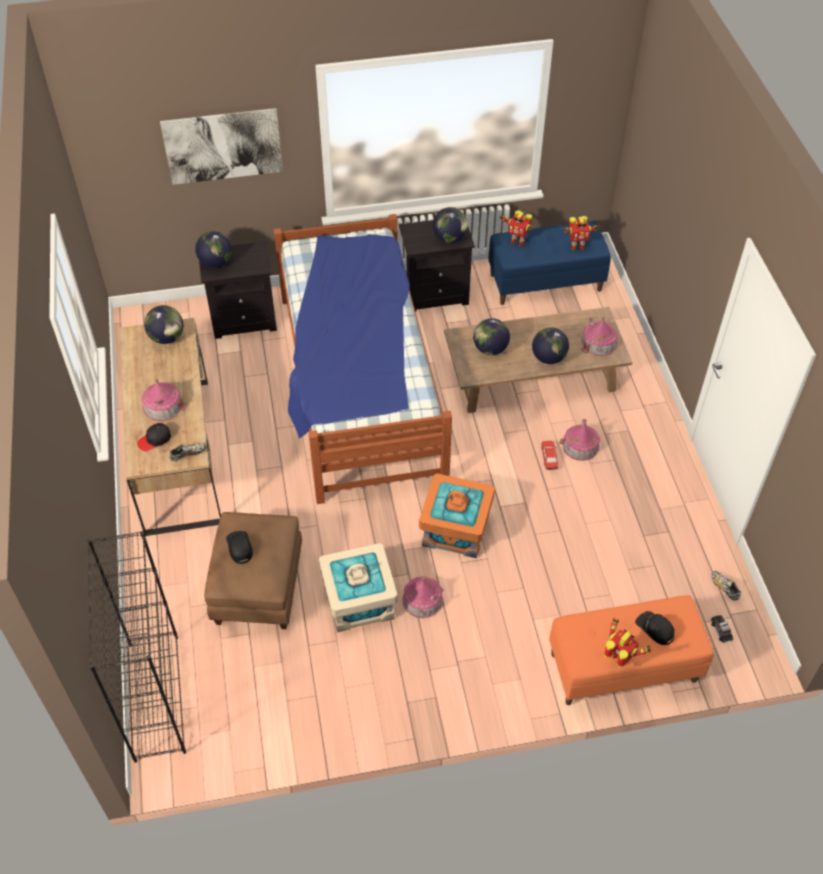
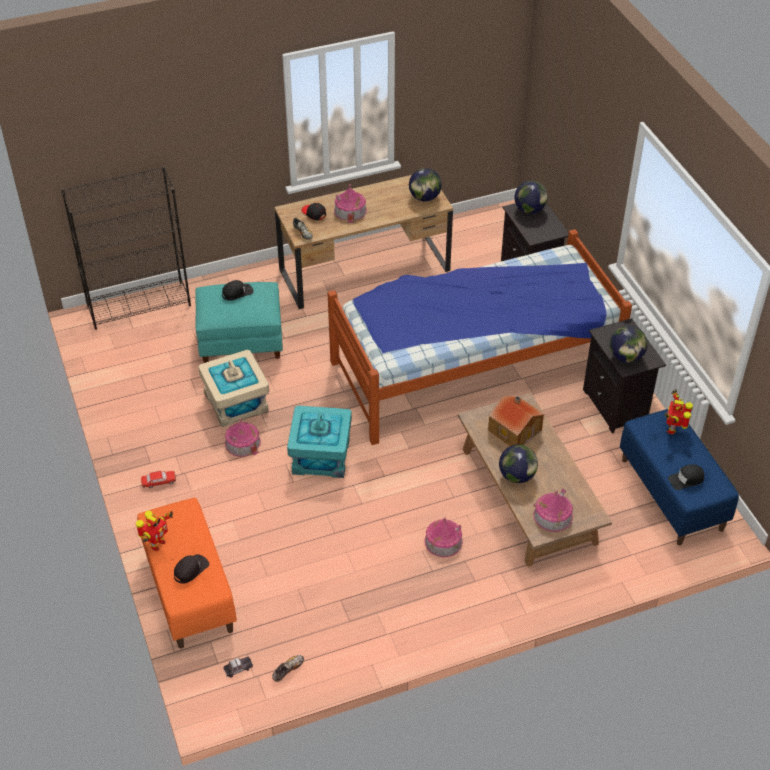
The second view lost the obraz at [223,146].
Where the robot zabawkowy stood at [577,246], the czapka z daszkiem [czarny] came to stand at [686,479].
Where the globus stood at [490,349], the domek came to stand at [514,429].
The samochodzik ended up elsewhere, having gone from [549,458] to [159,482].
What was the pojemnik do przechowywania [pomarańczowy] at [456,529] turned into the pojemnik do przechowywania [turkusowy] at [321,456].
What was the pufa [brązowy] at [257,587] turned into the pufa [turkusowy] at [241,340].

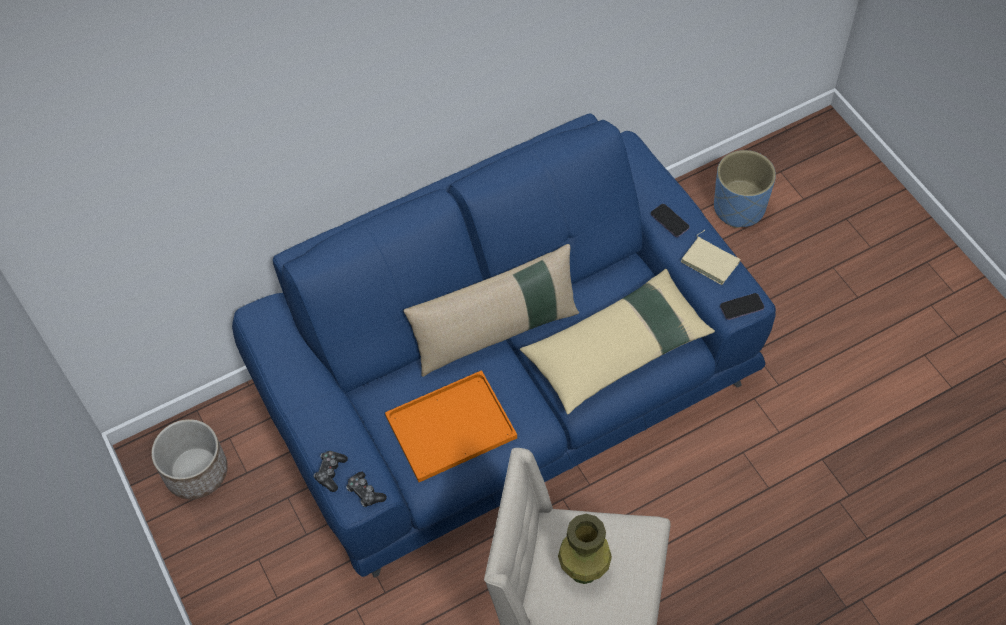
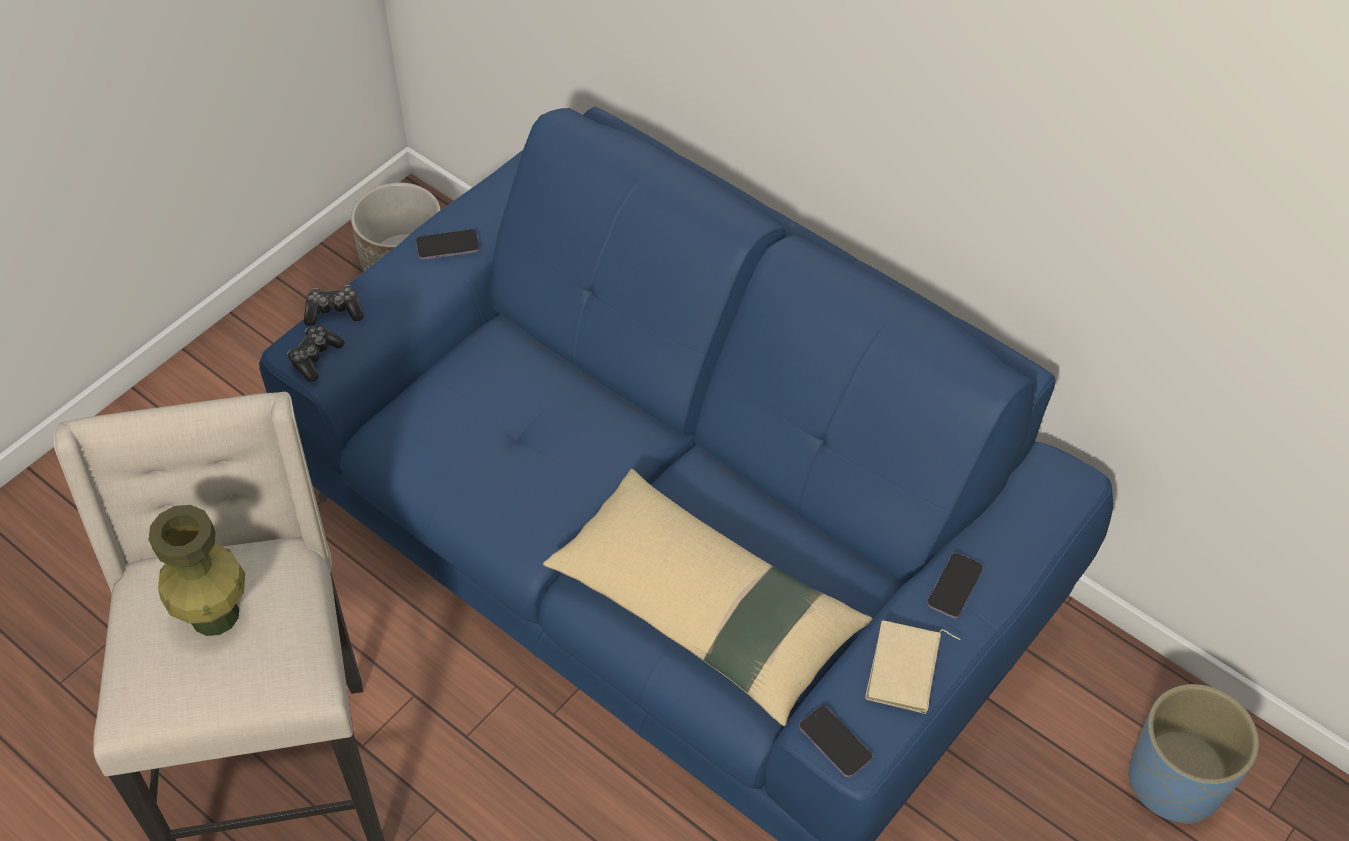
The second view lost the poduszka [beżowy] at [496,332].
The second view lost the taca [pomarańczowy] at [452,425].
The second view gained the telefon at [448,246].

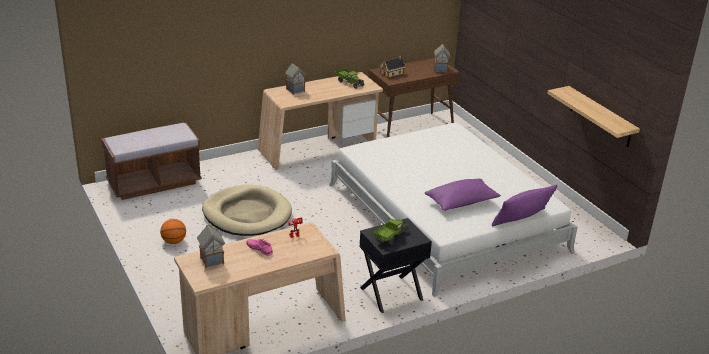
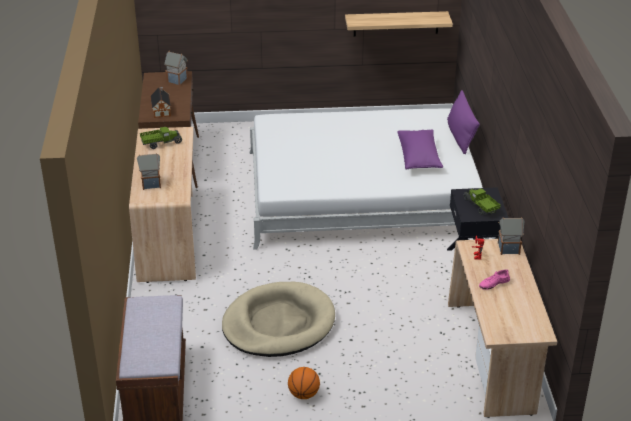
The domek ended up elsewhere, having gone from [211,260] to [508,248].

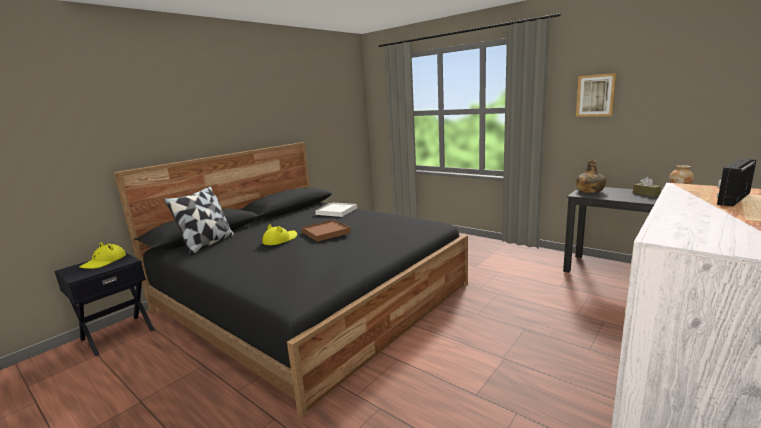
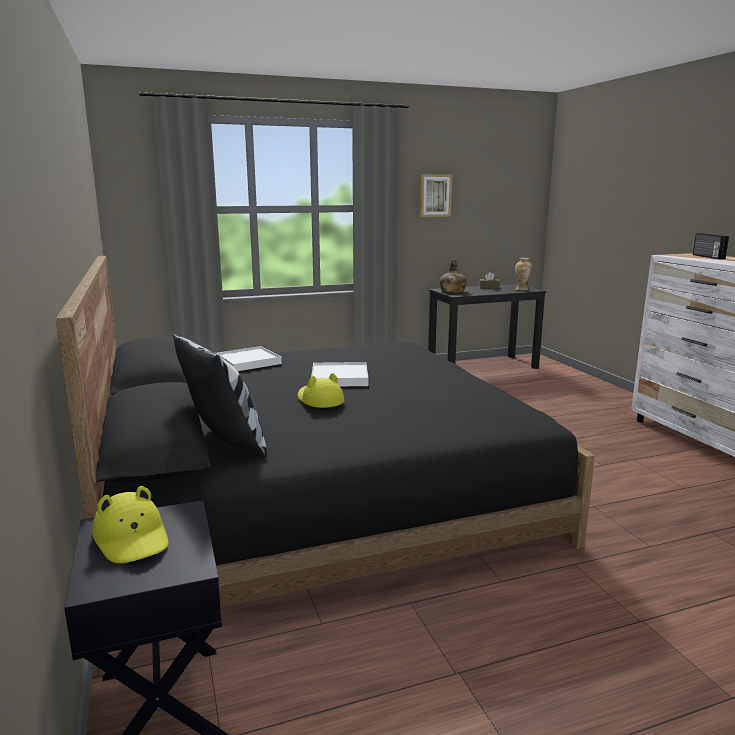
What was the taca [brązowy] at [326,232] turned into the taca [biały] at [339,378].

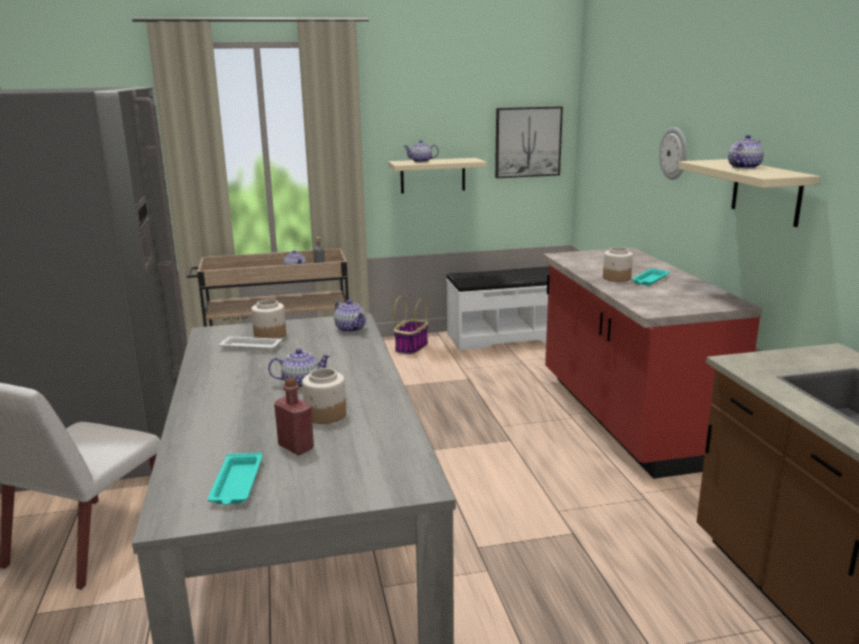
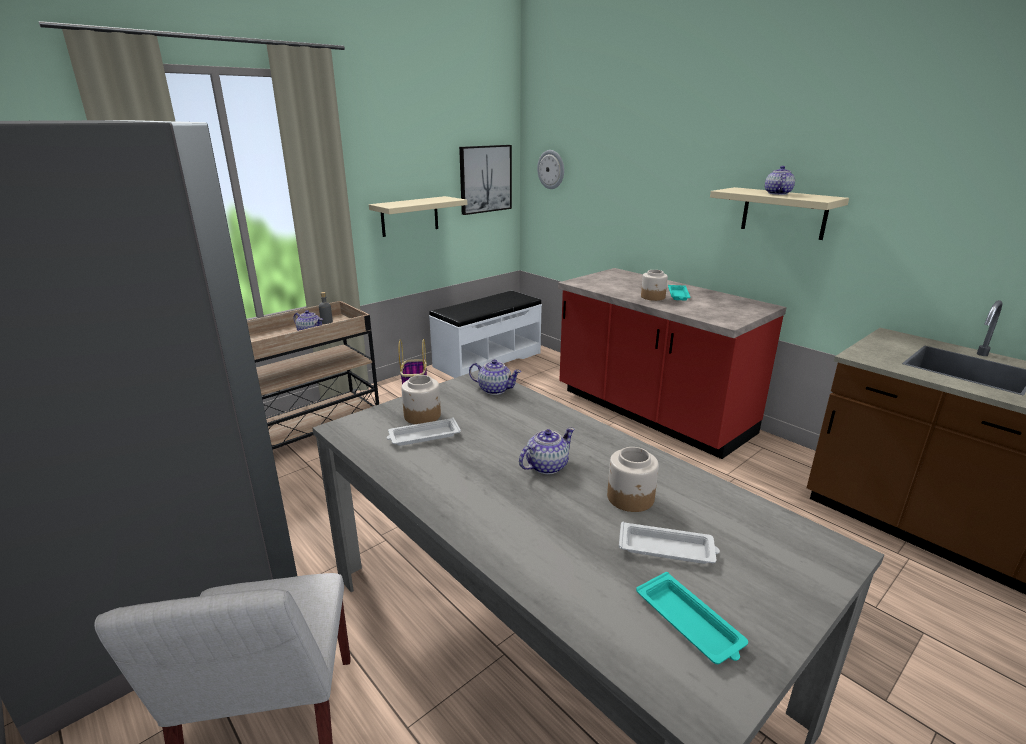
The zegar ścienny ended up elsewhere, having gone from [674,153] to [551,169].
The second view lost the imbryk at [421,161].
Where the butelka [czerwony] stood at [296,447], the taca [biały] came to stand at [667,549].

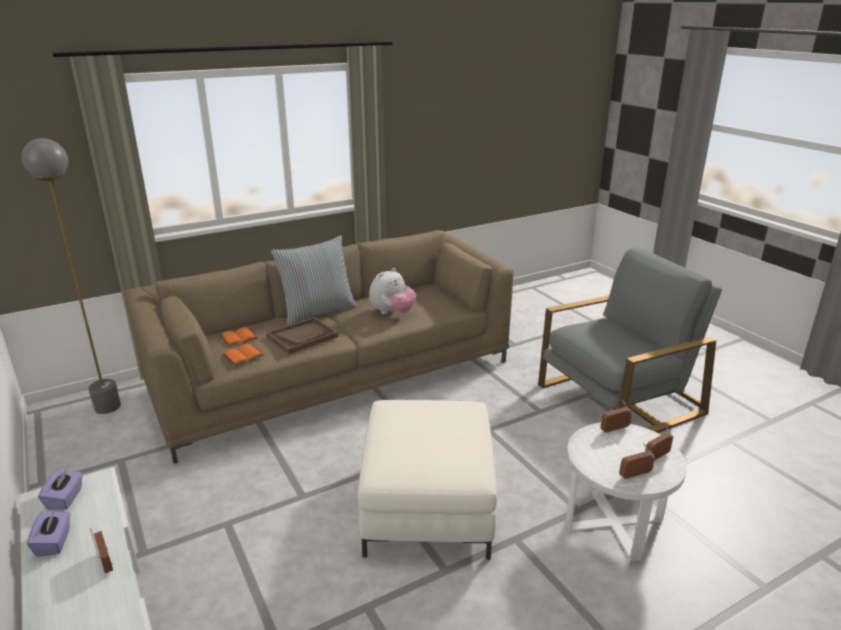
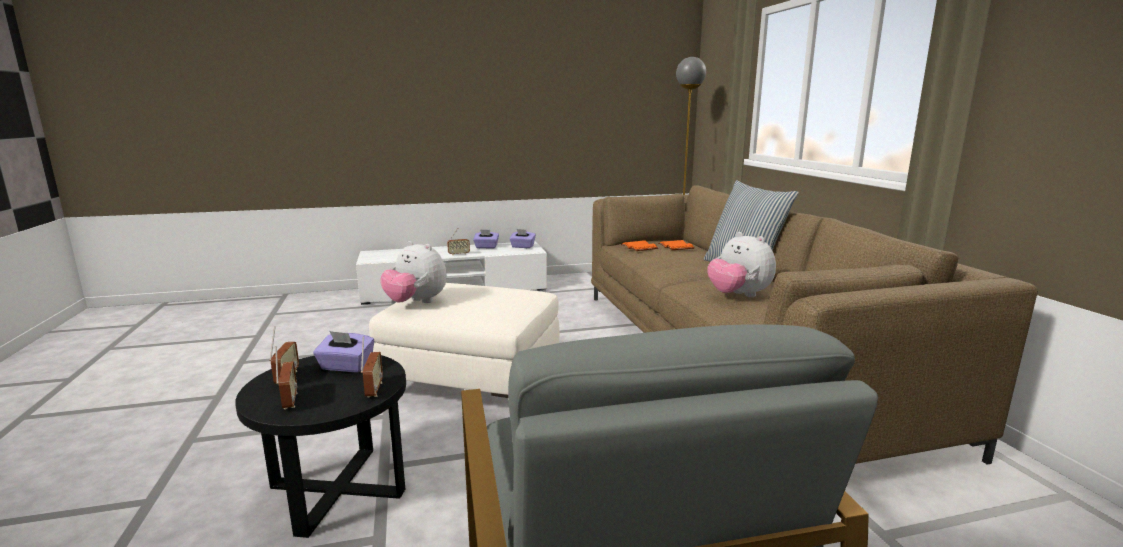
The second view lost the taca [brązowy] at [302,337].
What was the stolik [biały] at [614,523] turned into the stolik [czarny] at [337,489].
The second view gained the pluszak at [416,303].
The second view gained the pudełko chusteczek [fioletowy] at [346,366].

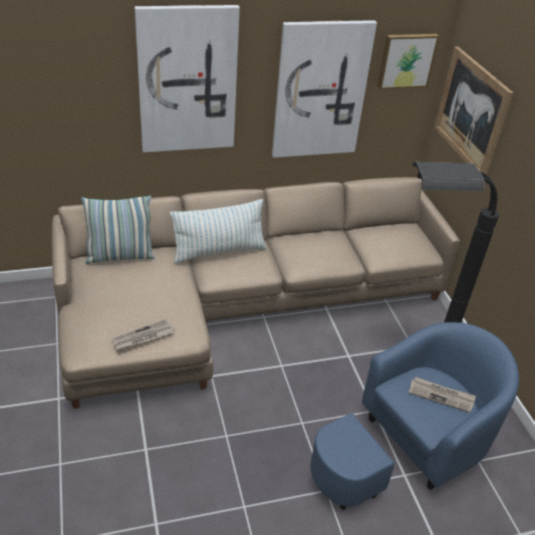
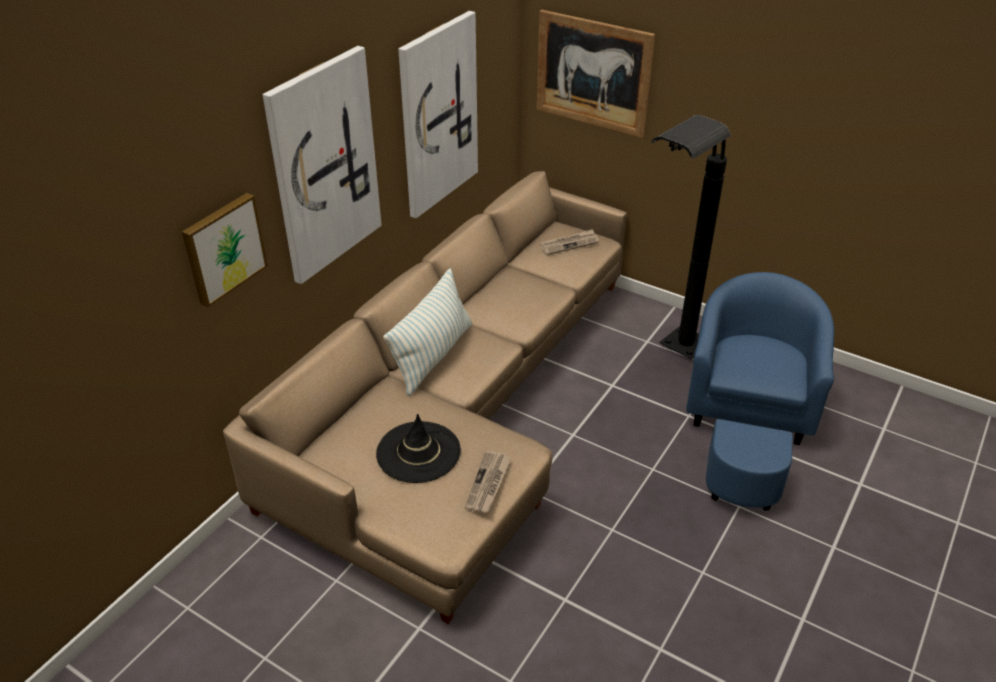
The obraz ended up elsewhere, having gone from [406,60] to [223,248].
The second view lost the poduszka at [120,256].
The gazeta ended up elsewhere, having gone from [441,395] to [569,244].
The second view gained the kapelusz [czarny] at [418,452].

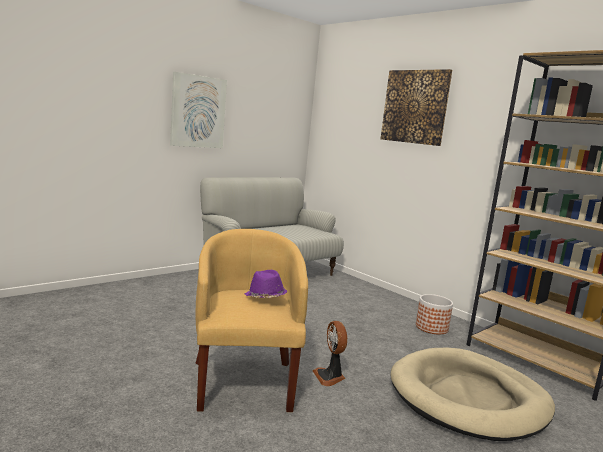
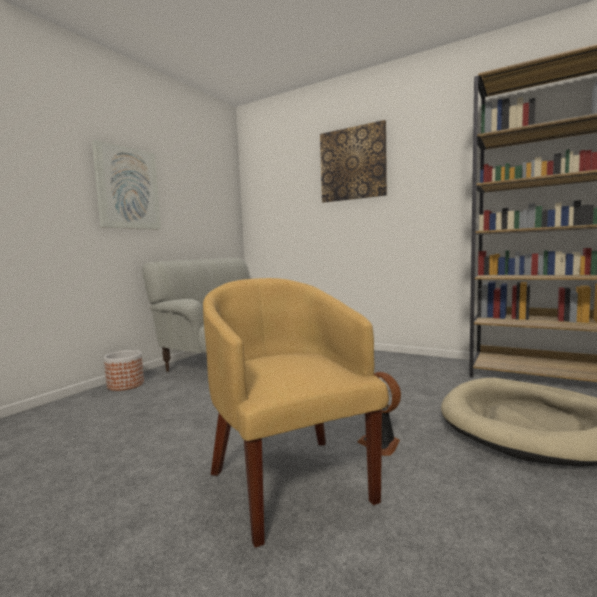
The second view lost the kapelusz [fioletowy] at [265,297].
The donica ended up elsewhere, having gone from [431,327] to [125,384].

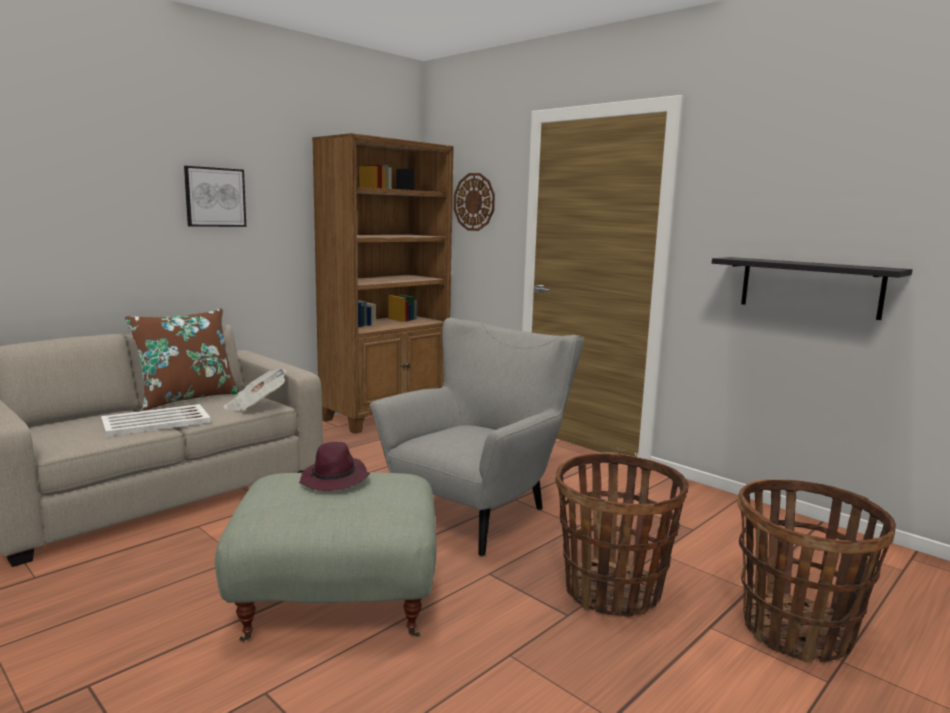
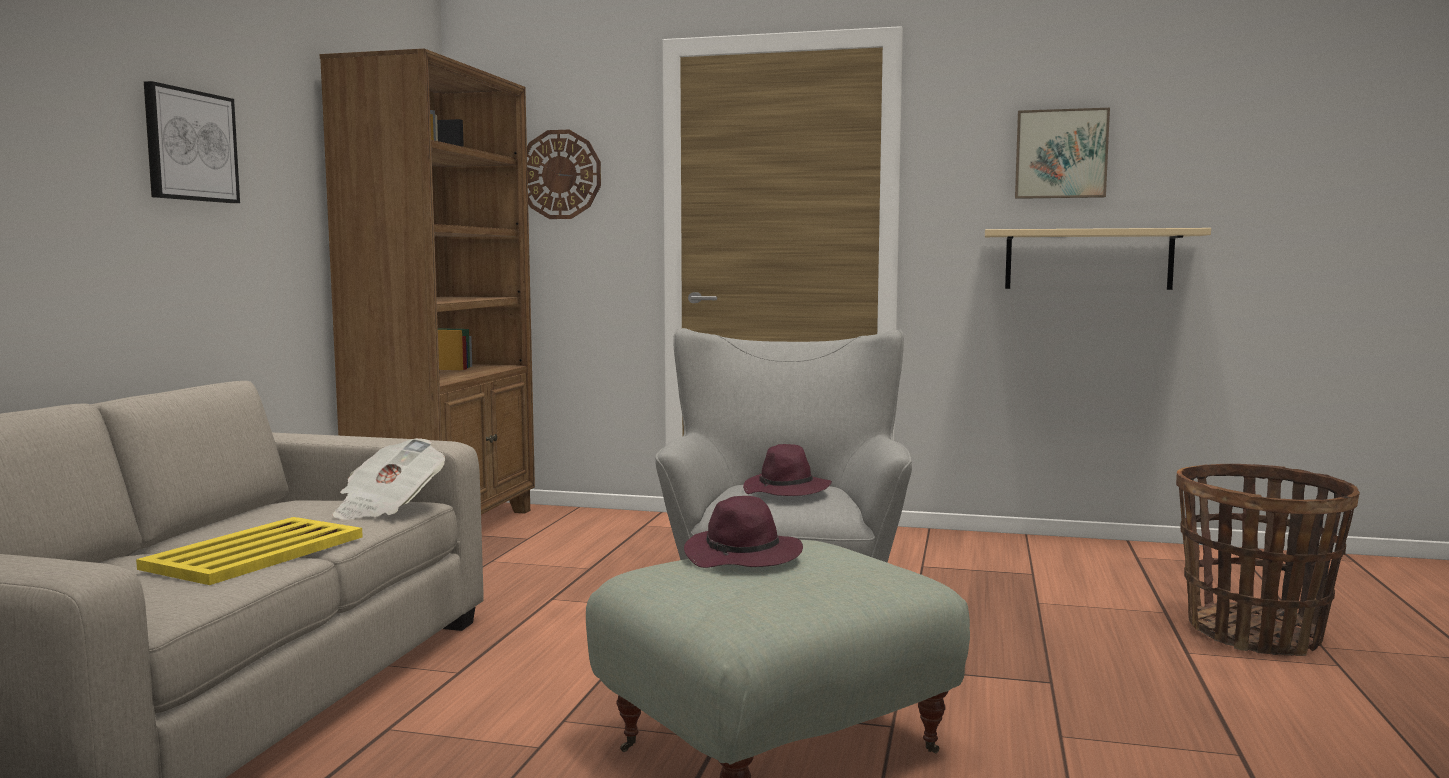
What was the półka [czarny] at [810,287] turned into the półka [beżowy] at [1088,259].
The second view lost the poduszka [brązowy] at [187,398].
What was the taca [biały] at [155,421] turned into the taca [żółty] at [253,553].
The second view lost the koszyk at [612,591].
The second view gained the obraz at [1061,154].
The second view gained the kapelusz [fioletowy] at [787,491].

